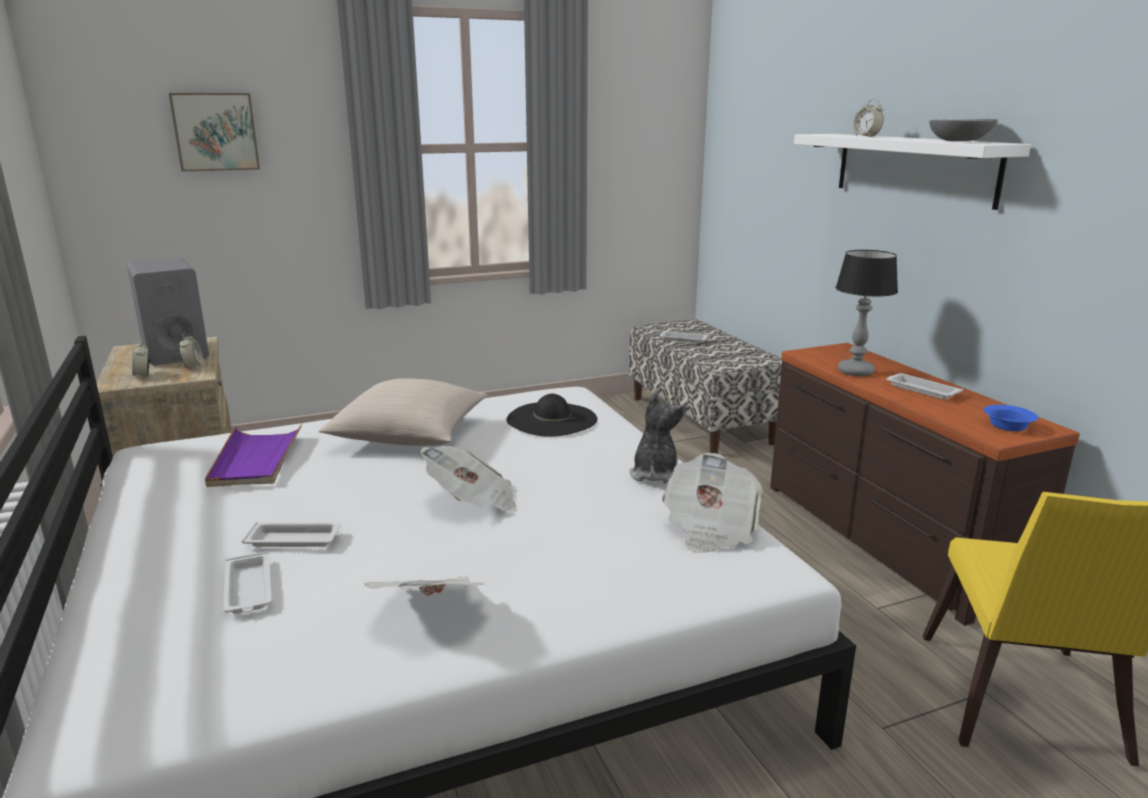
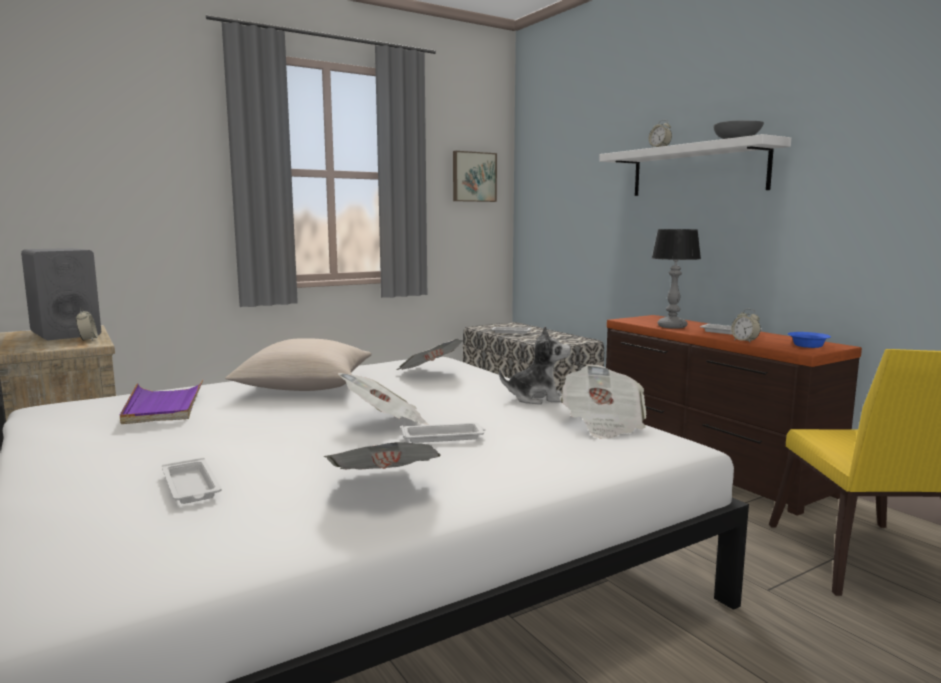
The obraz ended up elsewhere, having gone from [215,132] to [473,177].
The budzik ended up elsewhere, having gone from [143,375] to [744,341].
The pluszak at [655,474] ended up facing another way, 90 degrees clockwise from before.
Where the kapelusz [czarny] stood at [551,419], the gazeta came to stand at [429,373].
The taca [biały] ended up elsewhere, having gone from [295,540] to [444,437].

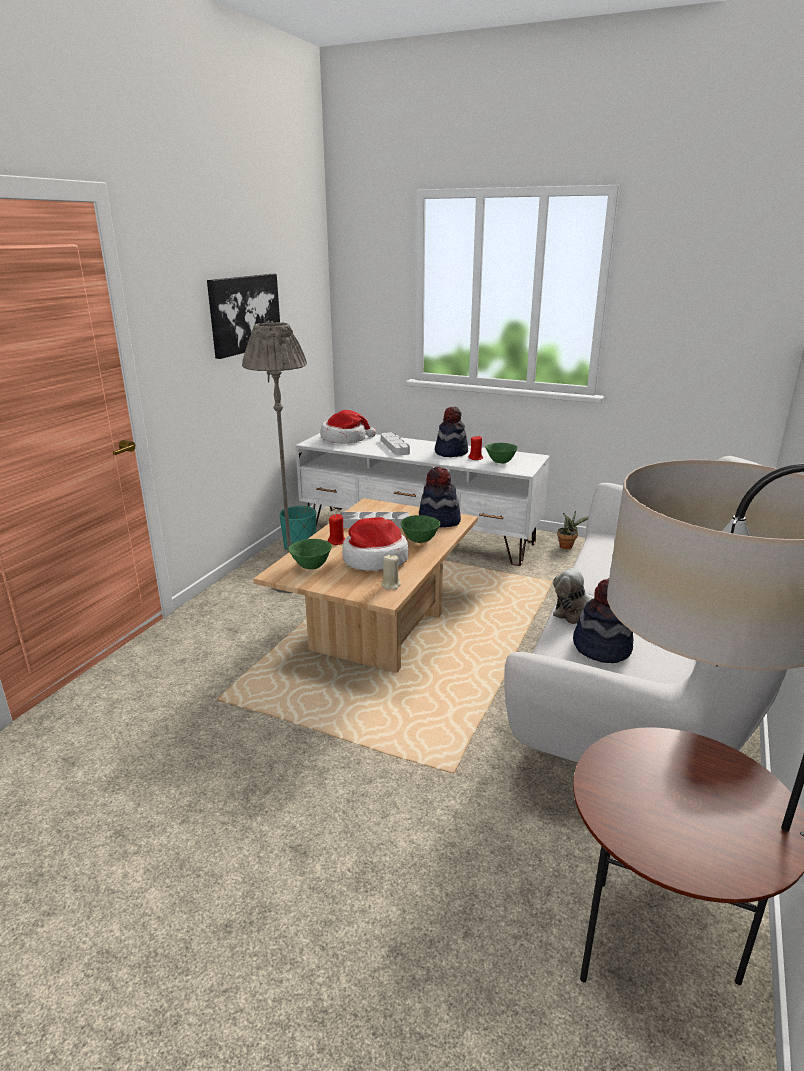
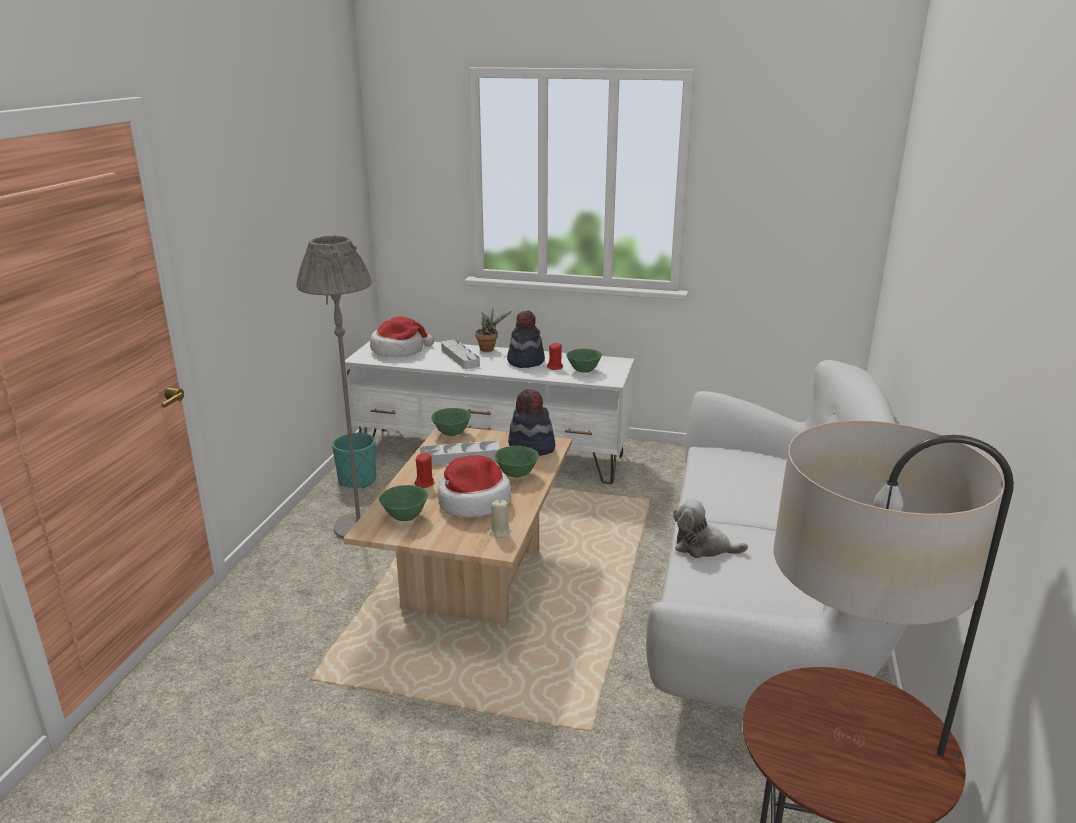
The second view lost the obraz at [244,314].
The roślina doniczkowa ended up elsewhere, having gone from [567,546] to [489,349].
The second view lost the kapelusz at [602,647].
The second view gained the miska [zielony] at [451,433].

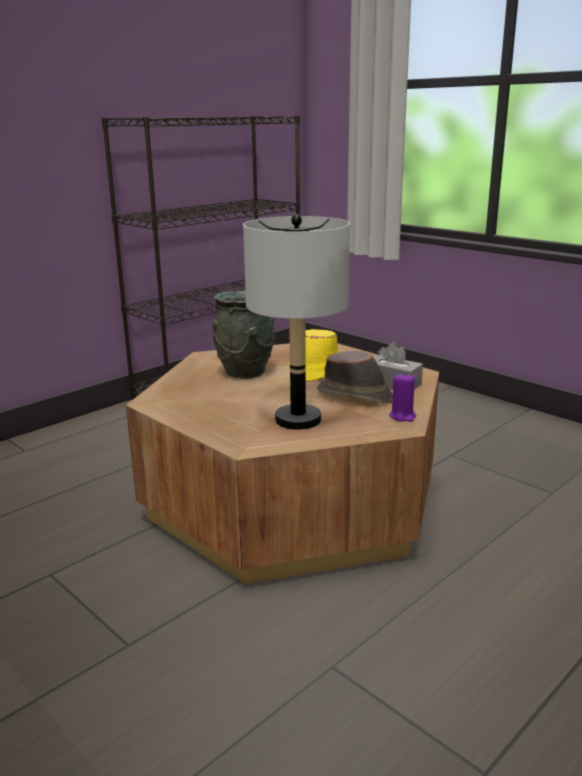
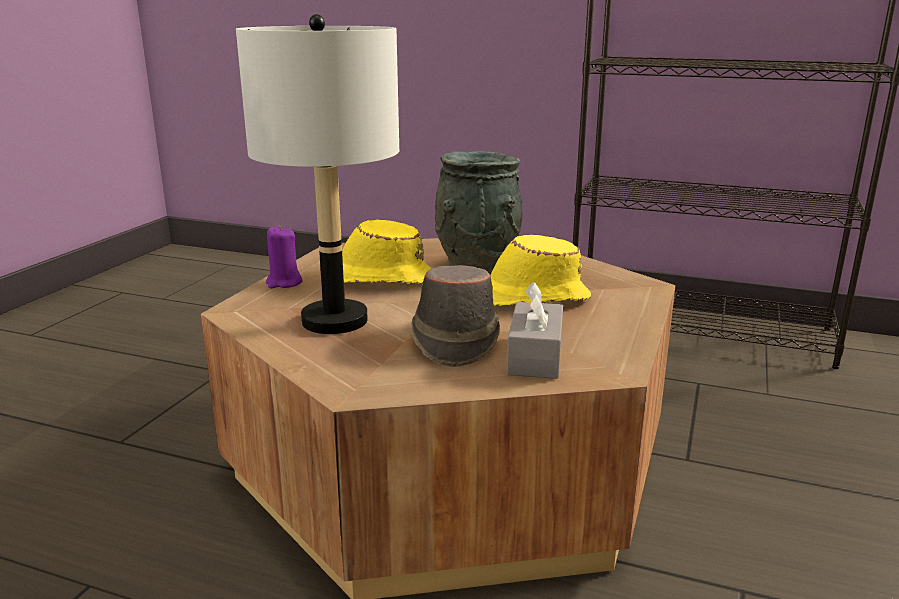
The świeca [fioletowy] ended up elsewhere, having gone from [402,416] to [284,283].
The second view gained the kapelusz [żółty] at [380,280].

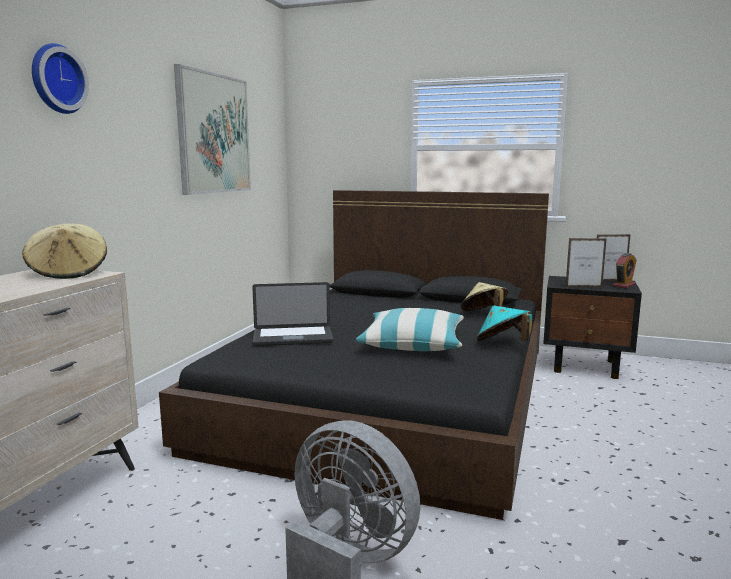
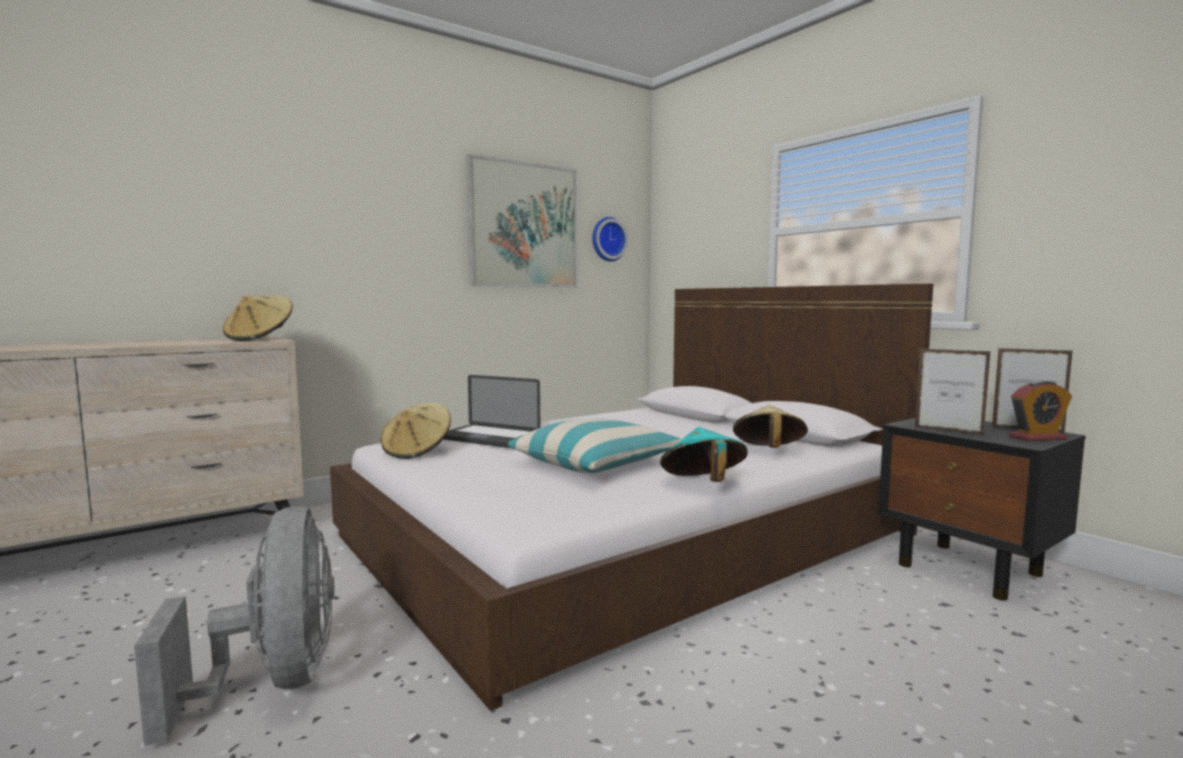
The zegar ścienny ended up elsewhere, having gone from [56,79] to [607,239].
What was the łóżko [czarny] at [393,393] turned into the łóżko [biały] at [627,534].
The second view gained the kapelusz [beżowy] at [417,451].

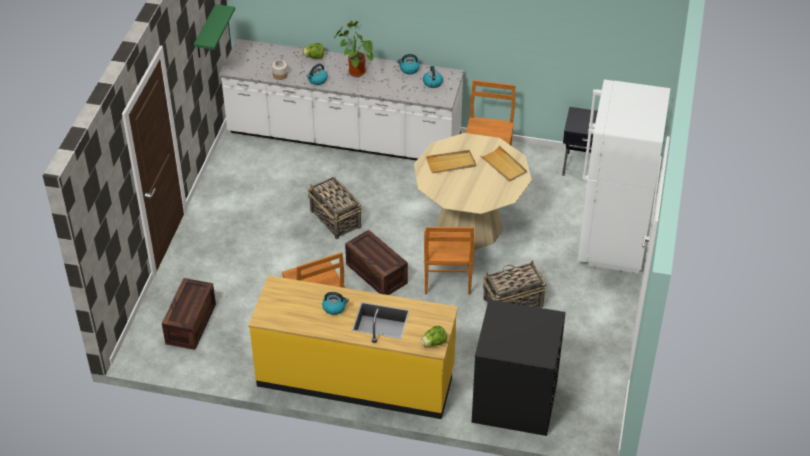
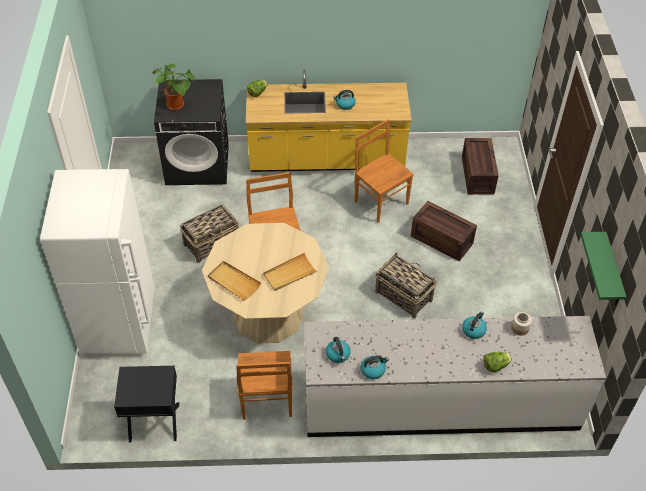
The roślina doniczkowa ended up elsewhere, having gone from [355,71] to [177,105].
The skrzynka ended up elsewhere, having gone from [375,273] to [443,239].

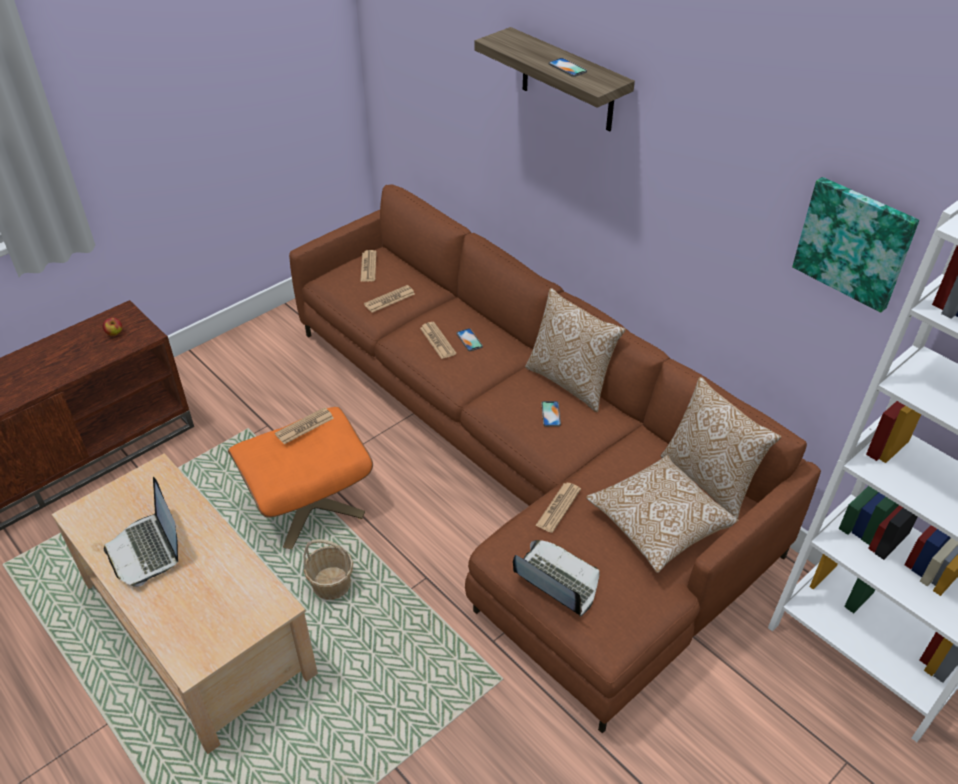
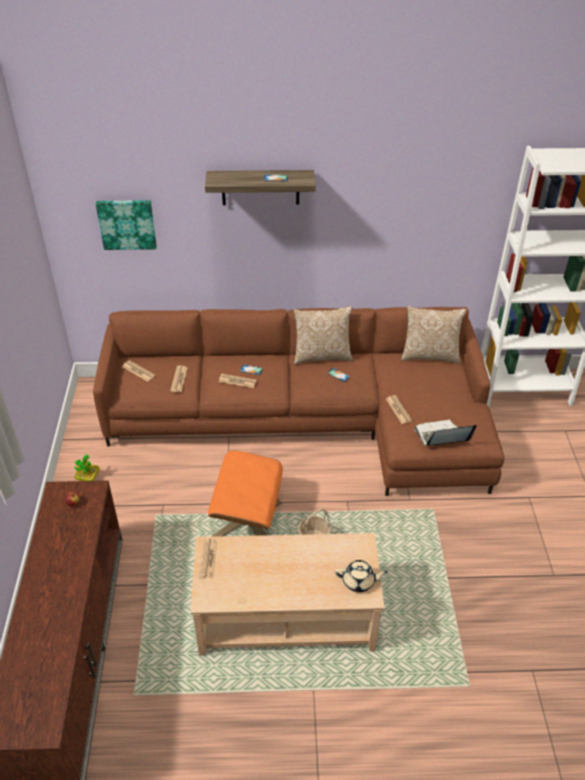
The obraz ended up elsewhere, having gone from [854,242] to [127,224].
The gazeta ended up elsewhere, having gone from [304,426] to [208,559].
The second view lost the poduszka at [658,524].
The second view lost the laptop at [147,550].
The second view gained the roślina doniczkowa at [88,478].
The second view gained the imbryk [beżowy] at [359,581].

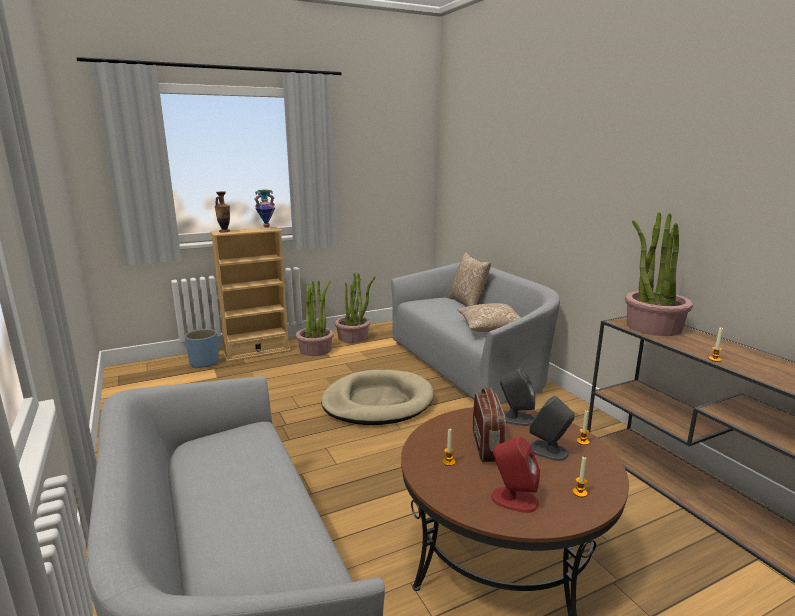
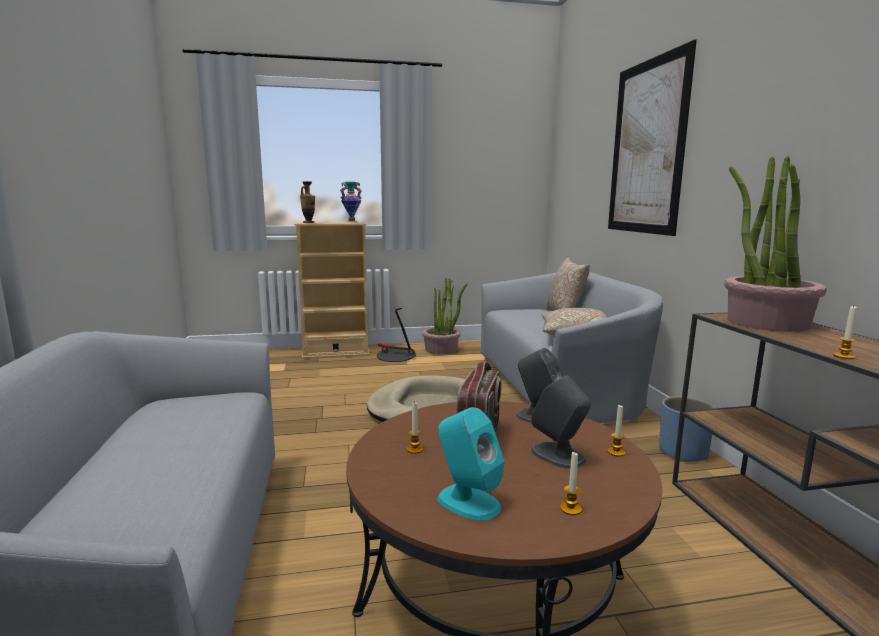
Where the roślina doniczkowa stood at [316,349], the lampa stołowa came to stand at [396,356].
The donica [niebieski] ended up elsewhere, having gone from [204,363] to [683,452].
What was the głośnik [czerwony] at [513,499] turned into the głośnik [turkusowy] at [467,502].
The second view gained the obraz at [646,148].

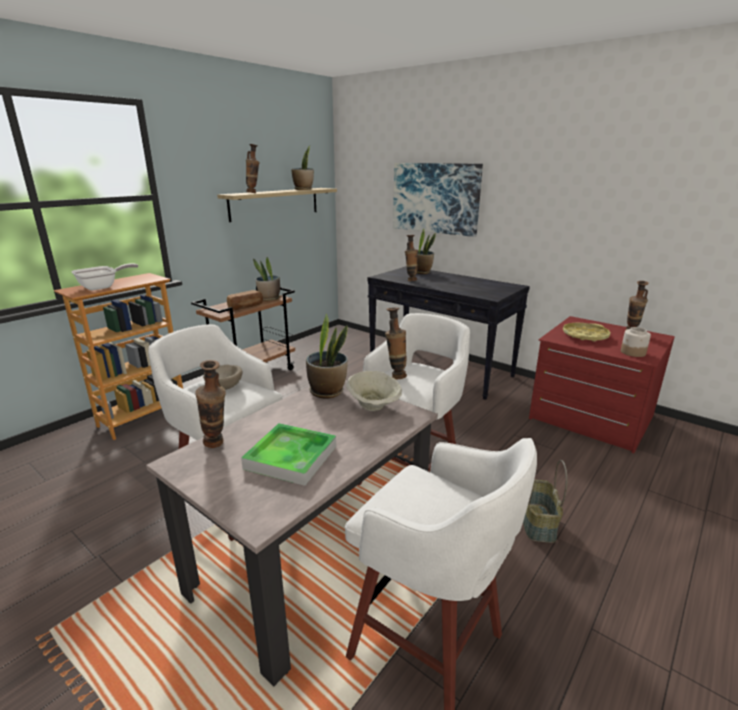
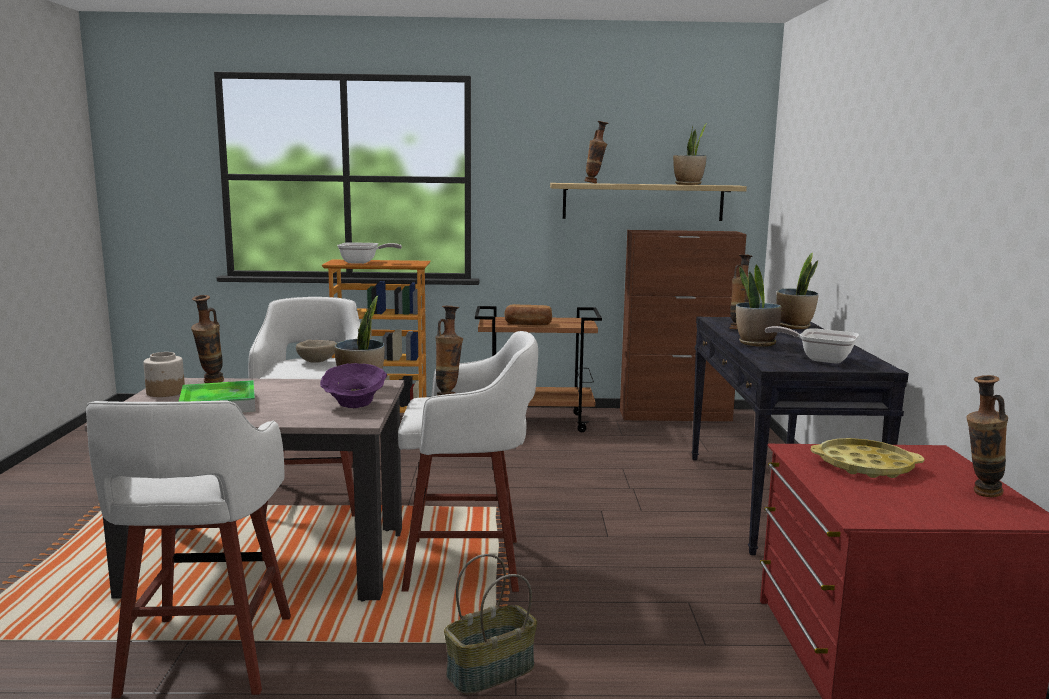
The second view lost the obraz at [435,198].
The roślina doniczkowa ended up elsewhere, having gone from [269,298] to [756,343].
The słoik ended up elsewhere, having gone from [633,352] to [165,392].
What was the miska [beżowy] at [374,406] turned into the miska [fioletowy] at [355,405].
The second view gained the szafka [brązowy] at [676,415].
The second view gained the patelnia at [819,359].

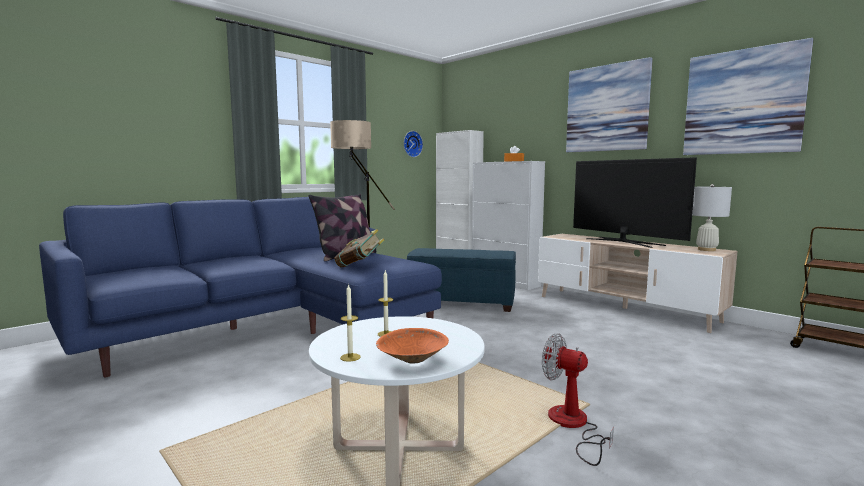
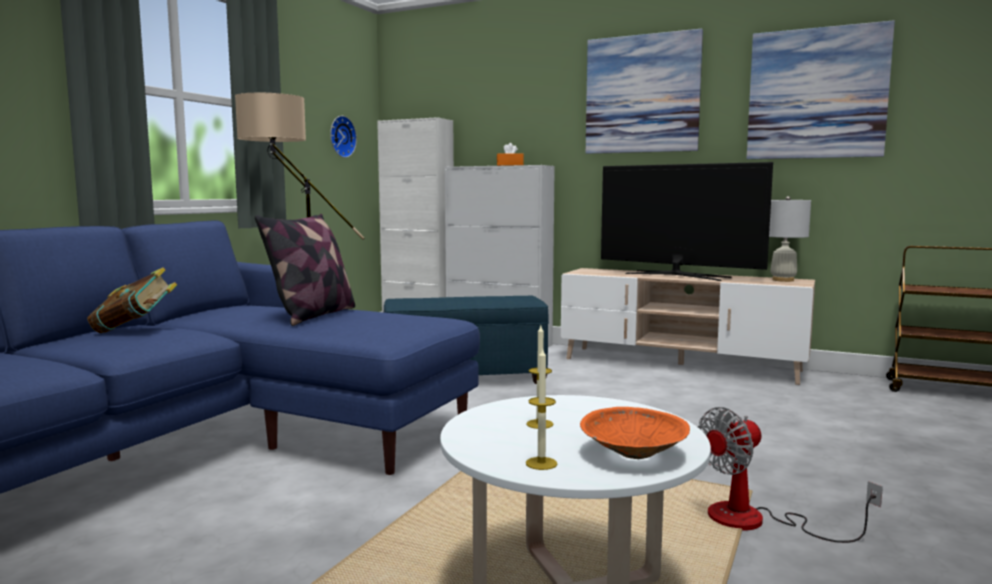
The książka ended up elsewhere, having gone from [359,266] to [135,330].
The wentylator at [572,426] ended up facing another way, 45 degrees counterclockwise from before.

